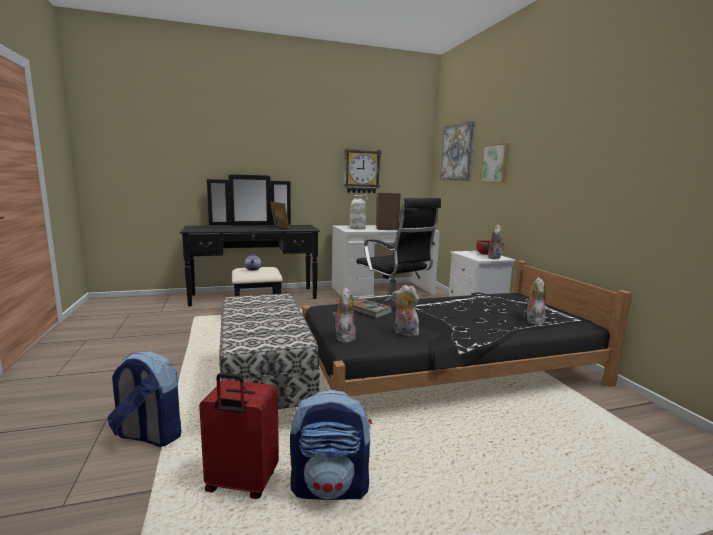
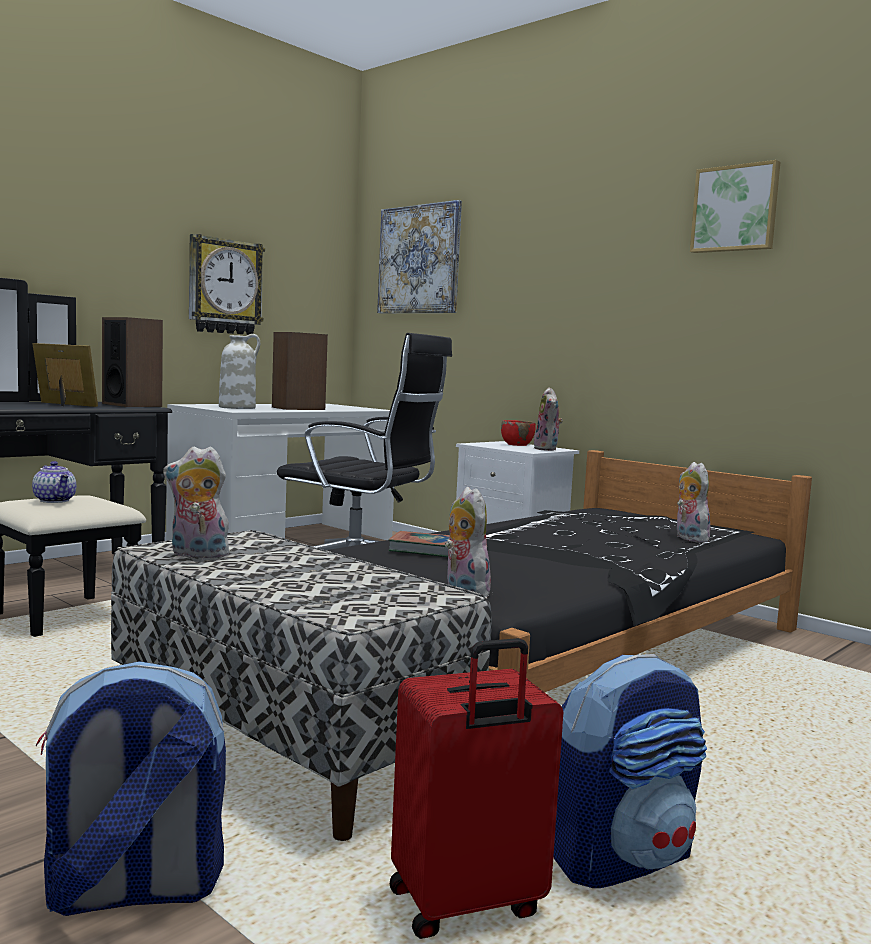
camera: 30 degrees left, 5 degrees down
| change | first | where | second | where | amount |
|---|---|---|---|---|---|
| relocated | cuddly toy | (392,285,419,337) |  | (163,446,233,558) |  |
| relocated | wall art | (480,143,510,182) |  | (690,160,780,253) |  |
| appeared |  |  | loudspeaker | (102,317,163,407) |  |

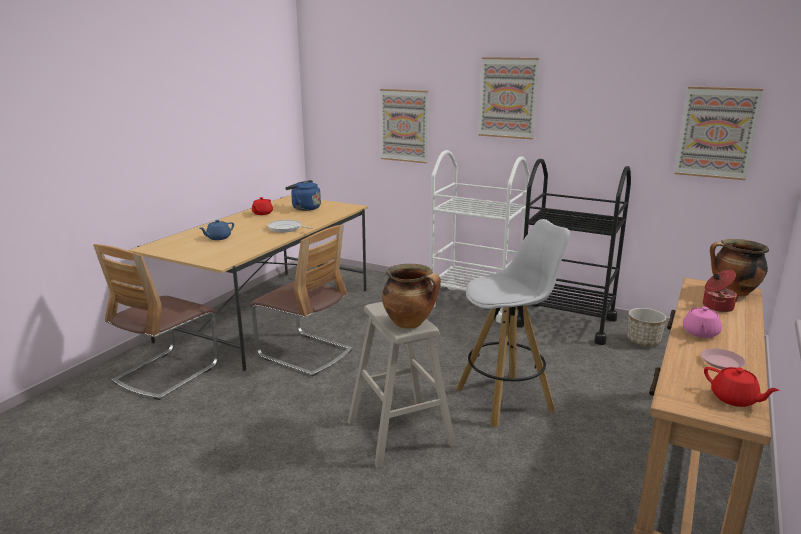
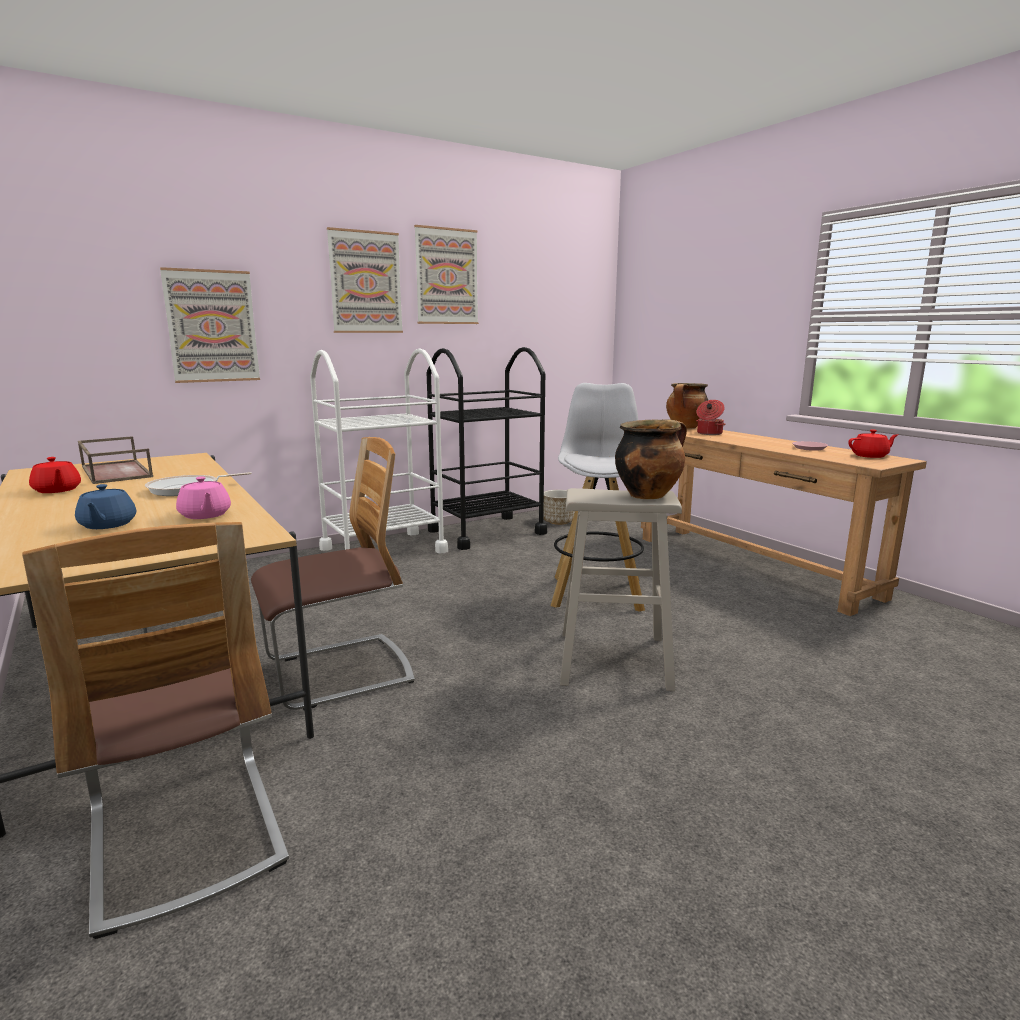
camera: 60 degrees left, 5 degrees down
| change | first | where | second | where | amount |
|---|---|---|---|---|---|
| exchanged | water kettle (blue) | (285,180,321,211) | tray (brownish) | (78,436,153,484) |  |
| relocated | wall art | (675,86,763,180) |  | (414,225,479,324) |  |
| relocated | teapot (pink) | (683,307,722,338) |  | (176,476,231,519) |  |

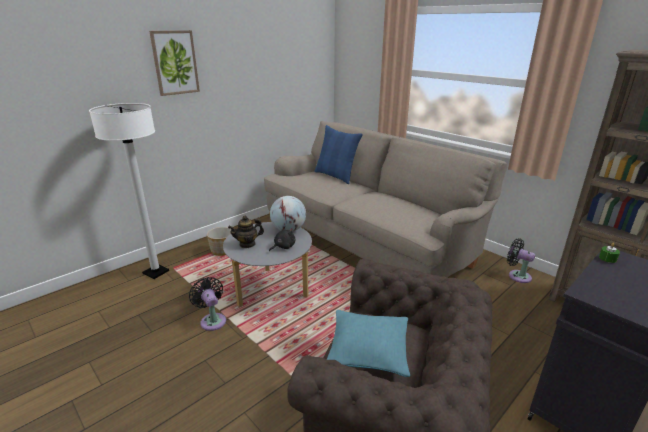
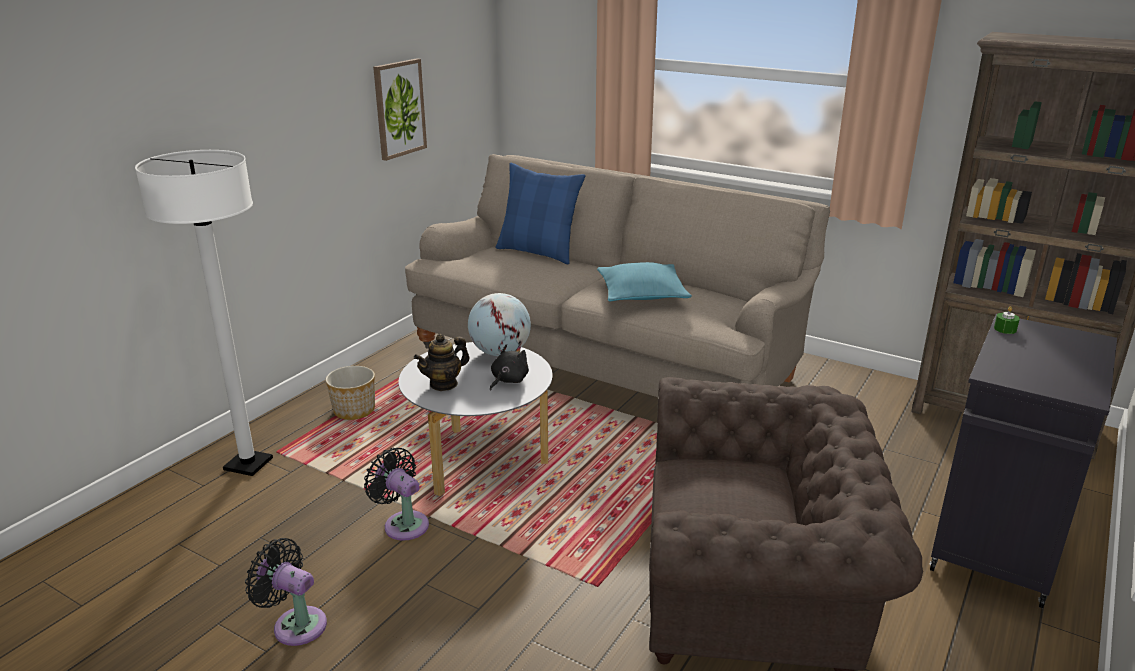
camera: 15 degrees left, 0 degrees up
| change | first | where | second | where | amount |
|---|---|---|---|---|---|
| relocated | wall art | (149,30,200,96) |  | (373,58,427,161) |  |
| relocated | pillow (turquoise-coloured) | (327,310,410,377) |  | (597,262,692,302) |  |
| relocated | cooling fan (blackish) | (507,239,535,283) |  | (245,538,327,646) |  |

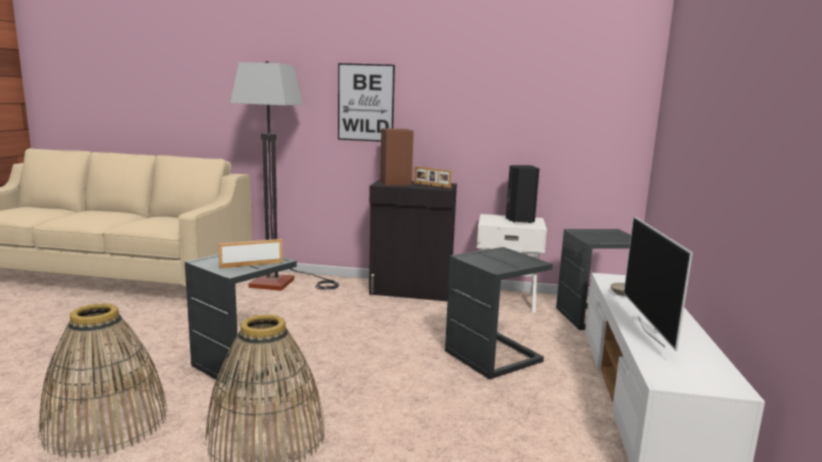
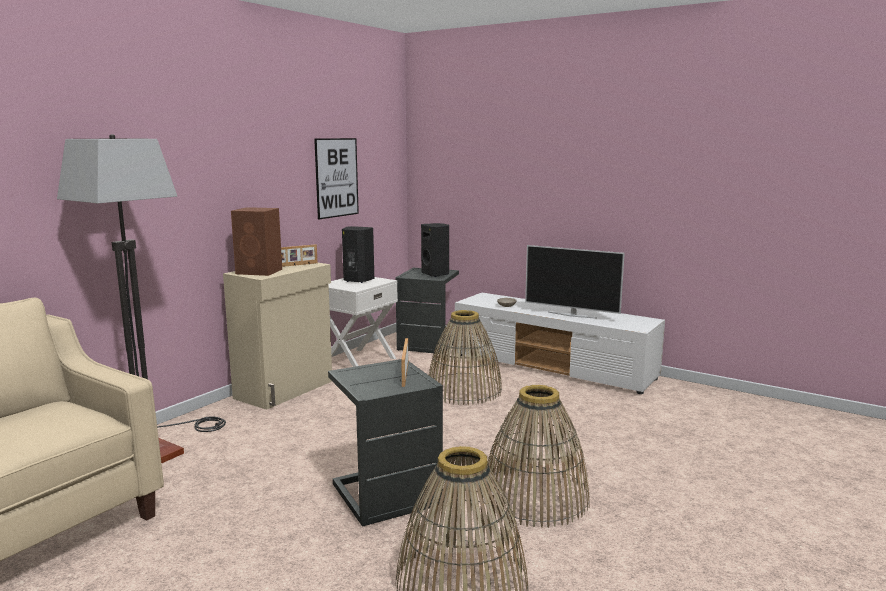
camera: 65 degrees left, 0 degrees up
| change | first | where | second | where | amount |
|---|---|---|---|---|---|
| relocated | wall art | (338,63,395,142) |  | (314,138,359,219) |  |
| colour | storage cabinet (blackish) | (369,179,457,301) | storage cabinet (beige) | (223,263,332,410) |  |
| exchanged | end table (grey) | (445,247,553,379) | household basket | (429,310,502,405) |  |
| appeared |  |  | loudspeaker (blackish) | (421,223,449,277) |  |

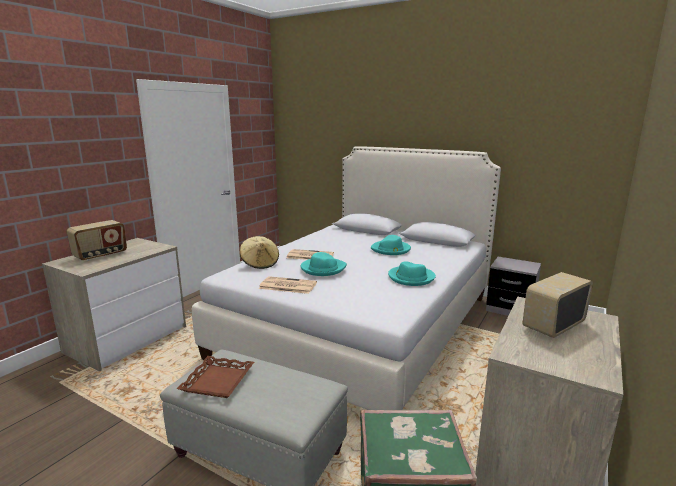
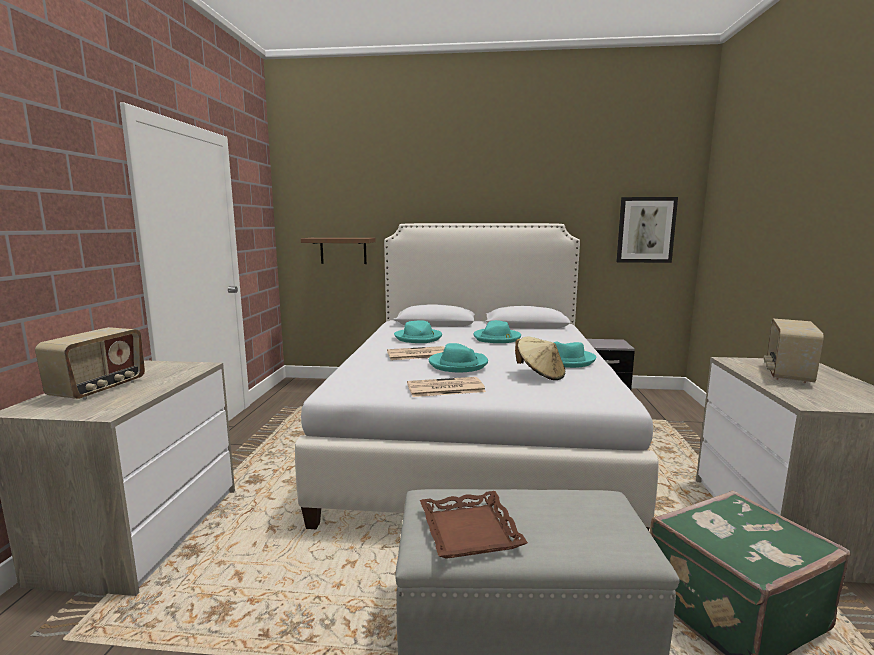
camera: 25 degrees left, 5 degrees down
| change | first | where | second | where | amount |
|---|---|---|---|---|---|
| relocated | wearable hat (beige) | (240,236,279,269) |  | (515,337,565,380) |  |
| appeared |  |  | wall shelf (brownish) | (301,238,376,264) |  |
| appeared |  |  | wearable hat (turquoise-coloured) | (394,320,442,343) |  |
| appeared |  |  | wall art | (616,197,678,263) |  |

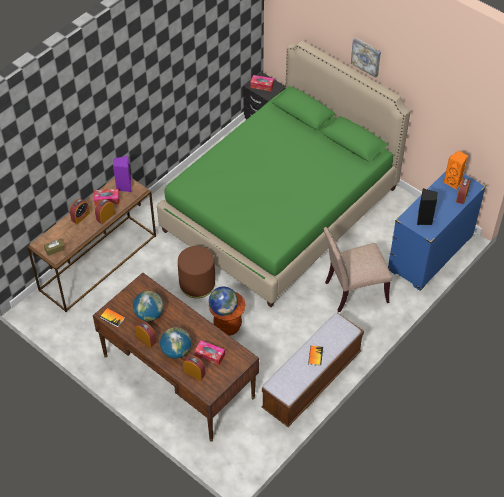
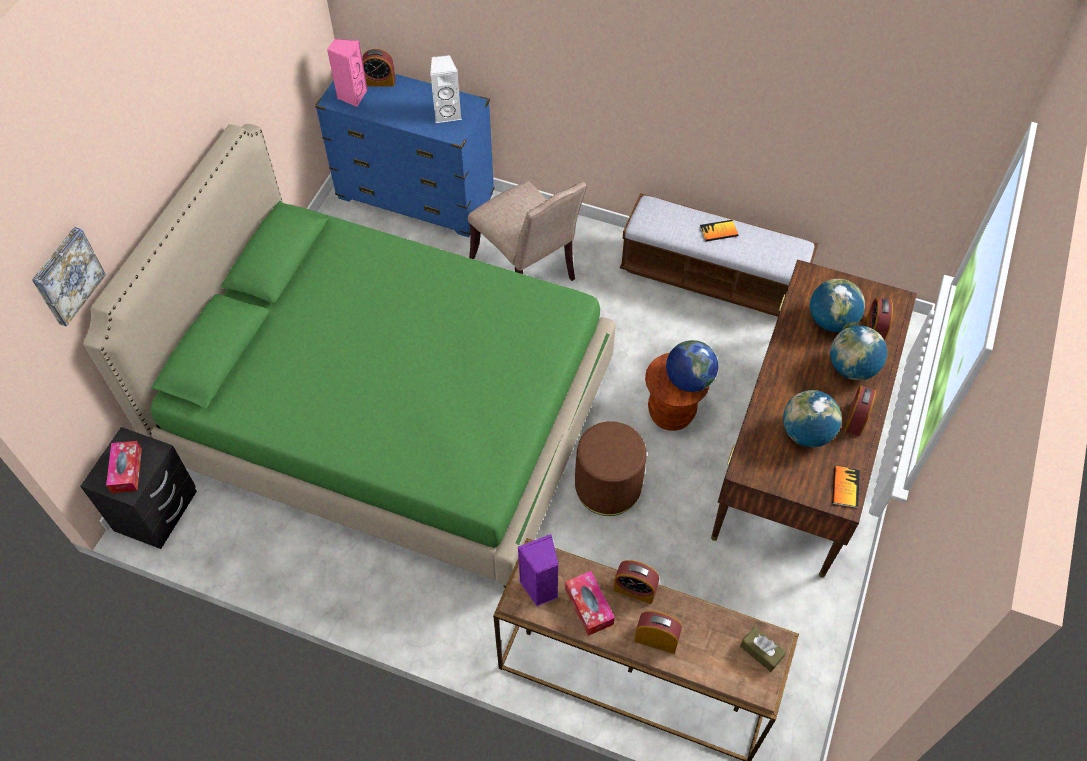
camera: 110 degrees left, 5 degrees up
| change | first | where | second | where | amount |
|---|---|---|---|---|---|
| exchanged | box of tissues | (195,340,225,365) | globe | (810,279,865,332) |  |
| relocated | wall art | (351,37,381,78) |  | (32,227,106,327) |  |
| colour | loudspeaker (blackish) | (417,189,438,225) | loudspeaker (white-coloured) | (430,55,462,123) |  |
| colour | loudspeaker (orange-coloured) | (444,151,468,190) | loudspeaker (pink) | (327,39,368,107) |  |

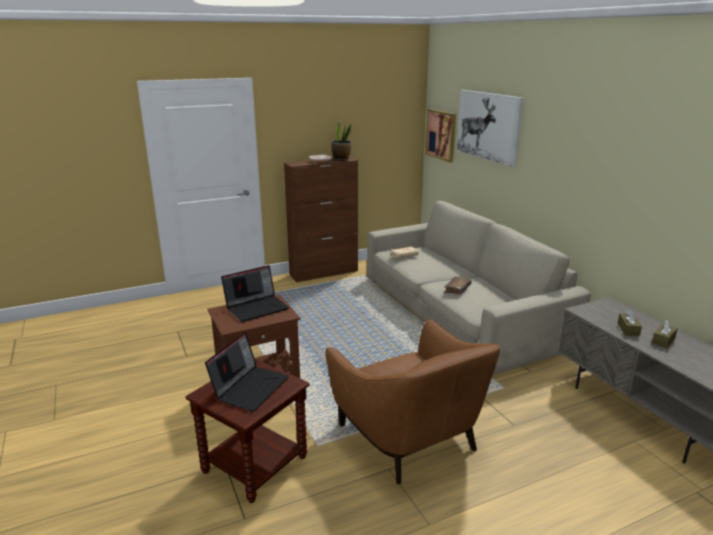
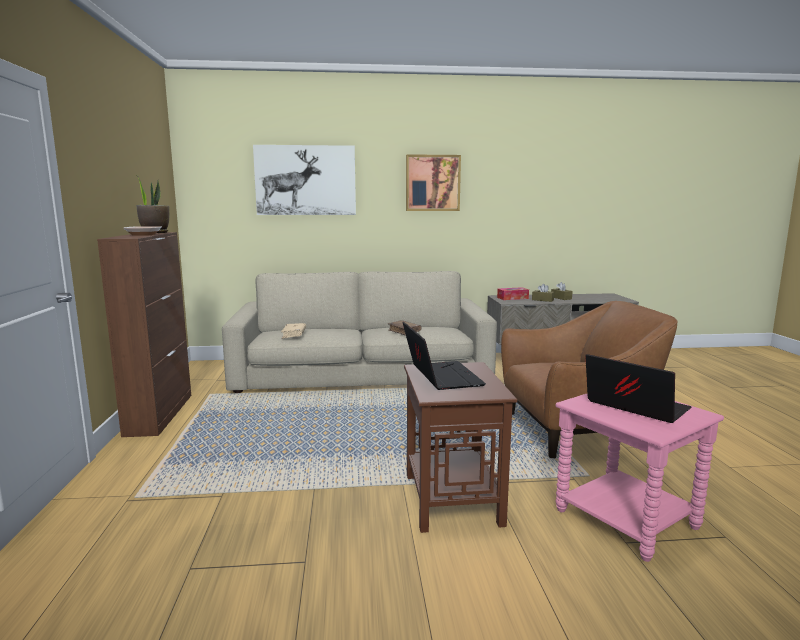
camera: 70 degrees left, 10 degrees down
| change | first | where | second | where | amount |
|---|---|---|---|---|---|
| colour | end table (brownish) | (186,359,310,503) | end table (pink) | (555,394,724,562) |  |
| relocated | wall art | (425,109,456,162) |  | (406,154,461,211) |  |
| appeared |  |  | box of tissues | (497,287,529,300) |  |

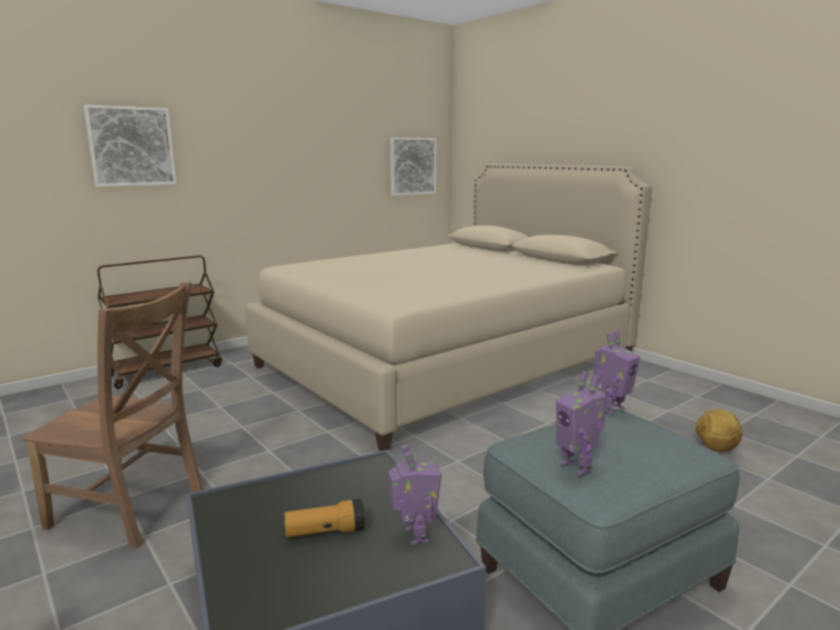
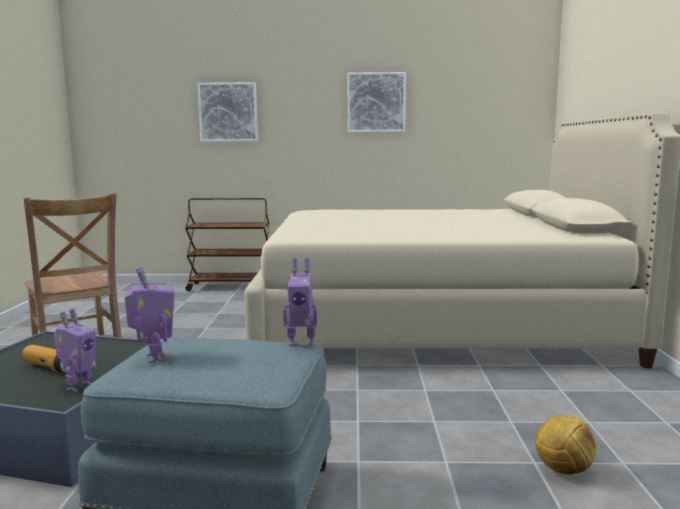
camera: 40 degrees right, 5 degrees down
| change | first | where | second | where | amount |
|---|---|---|---|---|---|
| relocated | wall art | (390,137,436,196) |  | (347,72,406,132) |  |
| spun | model robot | (556,371,607,476) |  | (124,267,175,363) | 150 degrees clockwise |

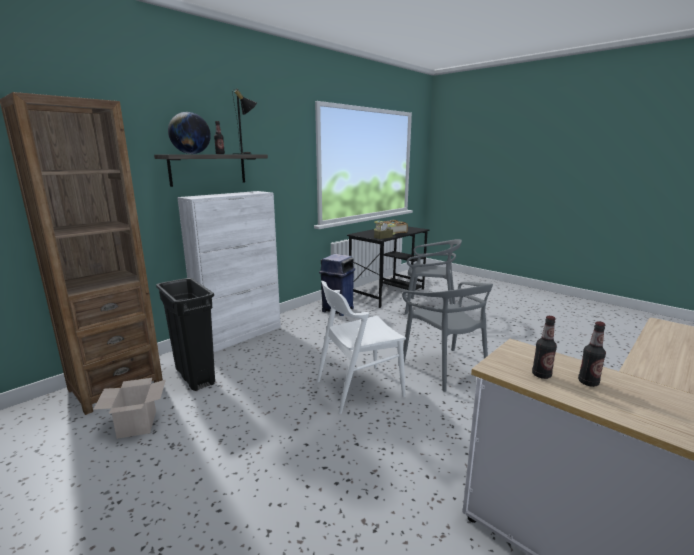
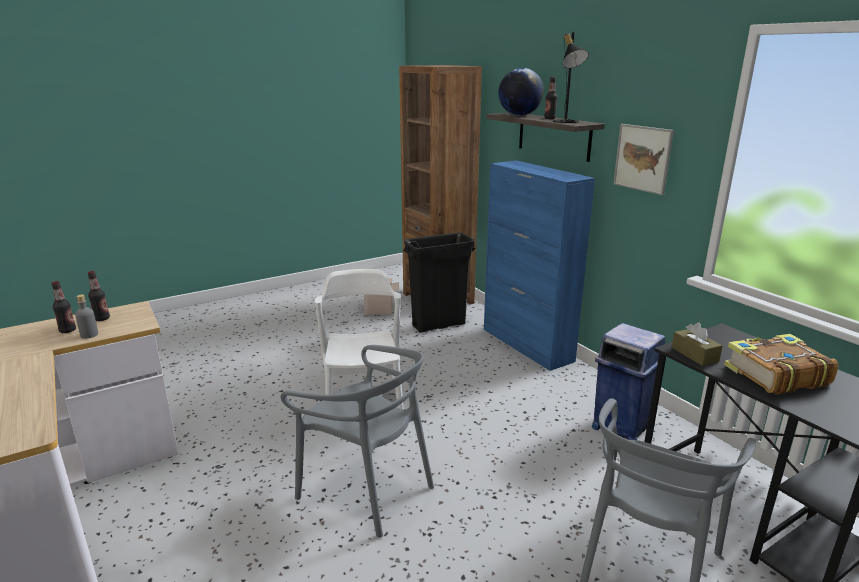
camera: 105 degrees right, 5 degrees up
| change | first | where | second | where | amount |
|---|---|---|---|---|---|
| colour | storage cabinet (white-coloured) | (177,191,281,353) | storage cabinet (blue) | (484,160,595,371) |  |
| spun | upright chair (grey) | (402,282,493,392) |  | (280,345,434,538) | 135 degrees counterclockwise |
| appeared |  |  | bottle (grey) | (75,295,98,339) |  |
| appeared |  |  | wall art | (613,124,674,195) |  |

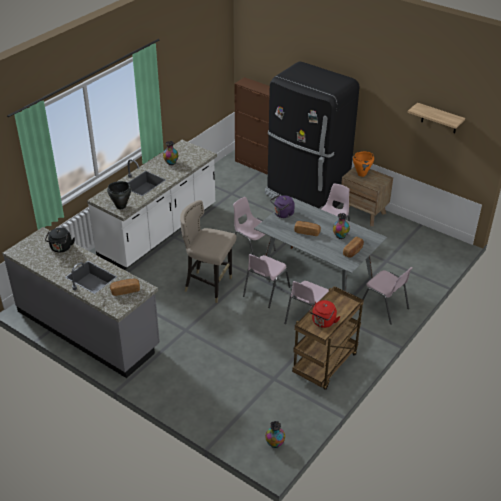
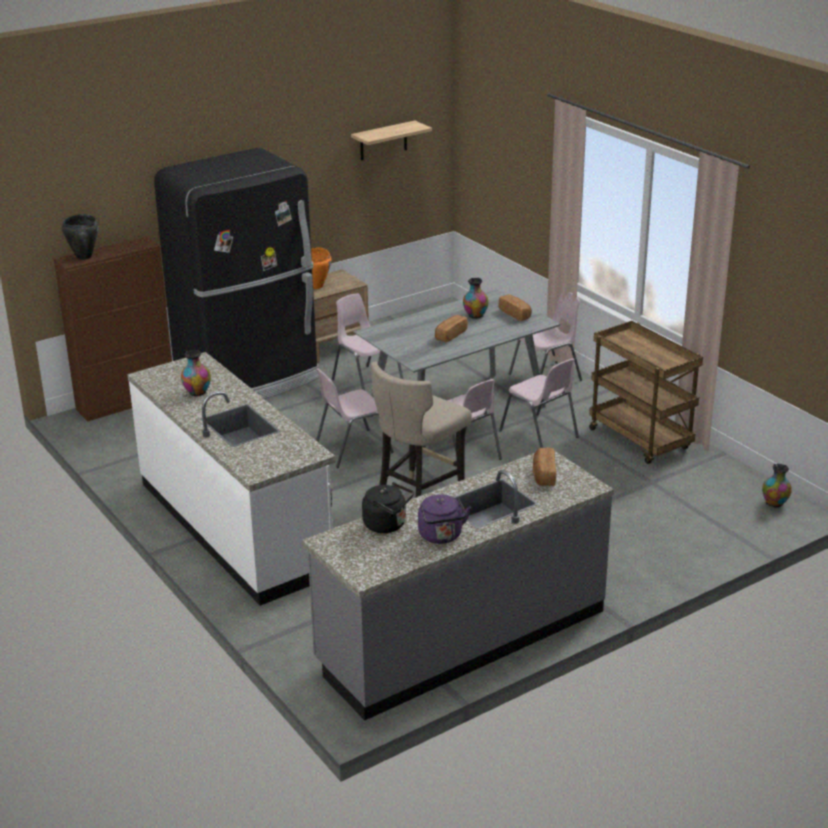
camera: 70 degrees left, 10 degrees down
| change | first | where | second | where | amount |
|---|---|---|---|---|---|
| relocated | stockpot (blackish) | (107,181,131,209) |  | (62,214,99,260) |  |
| relocated | water kettle (purple-coloured) | (270,194,295,218) |  | (418,494,471,544) |  |
| missing | water kettle (reddish) | (309,300,340,328) |  |  |  |

